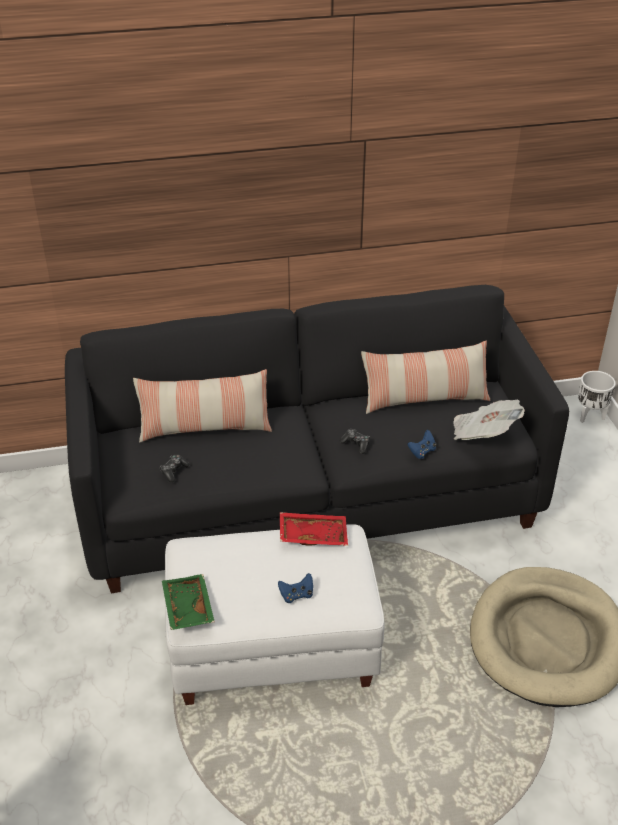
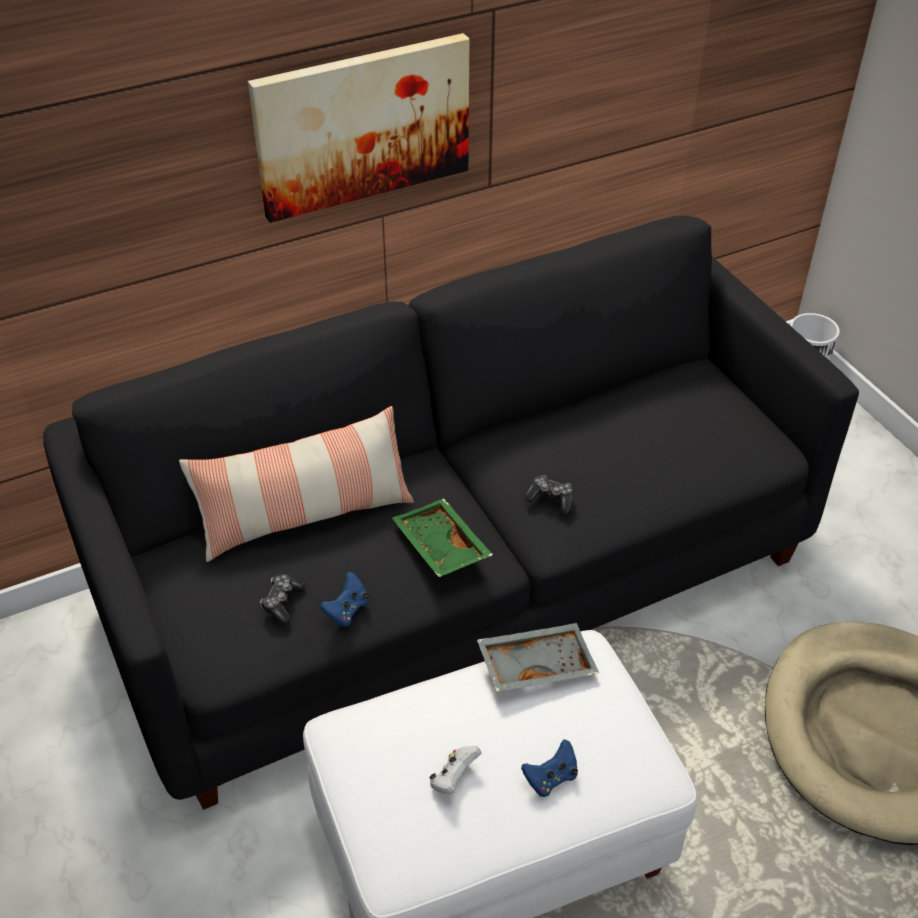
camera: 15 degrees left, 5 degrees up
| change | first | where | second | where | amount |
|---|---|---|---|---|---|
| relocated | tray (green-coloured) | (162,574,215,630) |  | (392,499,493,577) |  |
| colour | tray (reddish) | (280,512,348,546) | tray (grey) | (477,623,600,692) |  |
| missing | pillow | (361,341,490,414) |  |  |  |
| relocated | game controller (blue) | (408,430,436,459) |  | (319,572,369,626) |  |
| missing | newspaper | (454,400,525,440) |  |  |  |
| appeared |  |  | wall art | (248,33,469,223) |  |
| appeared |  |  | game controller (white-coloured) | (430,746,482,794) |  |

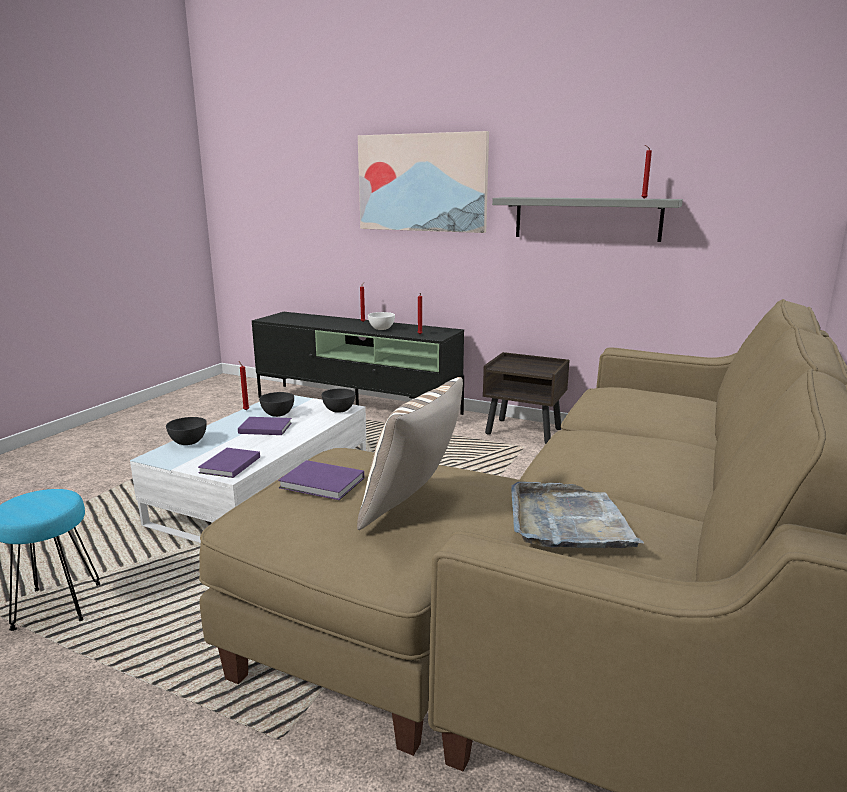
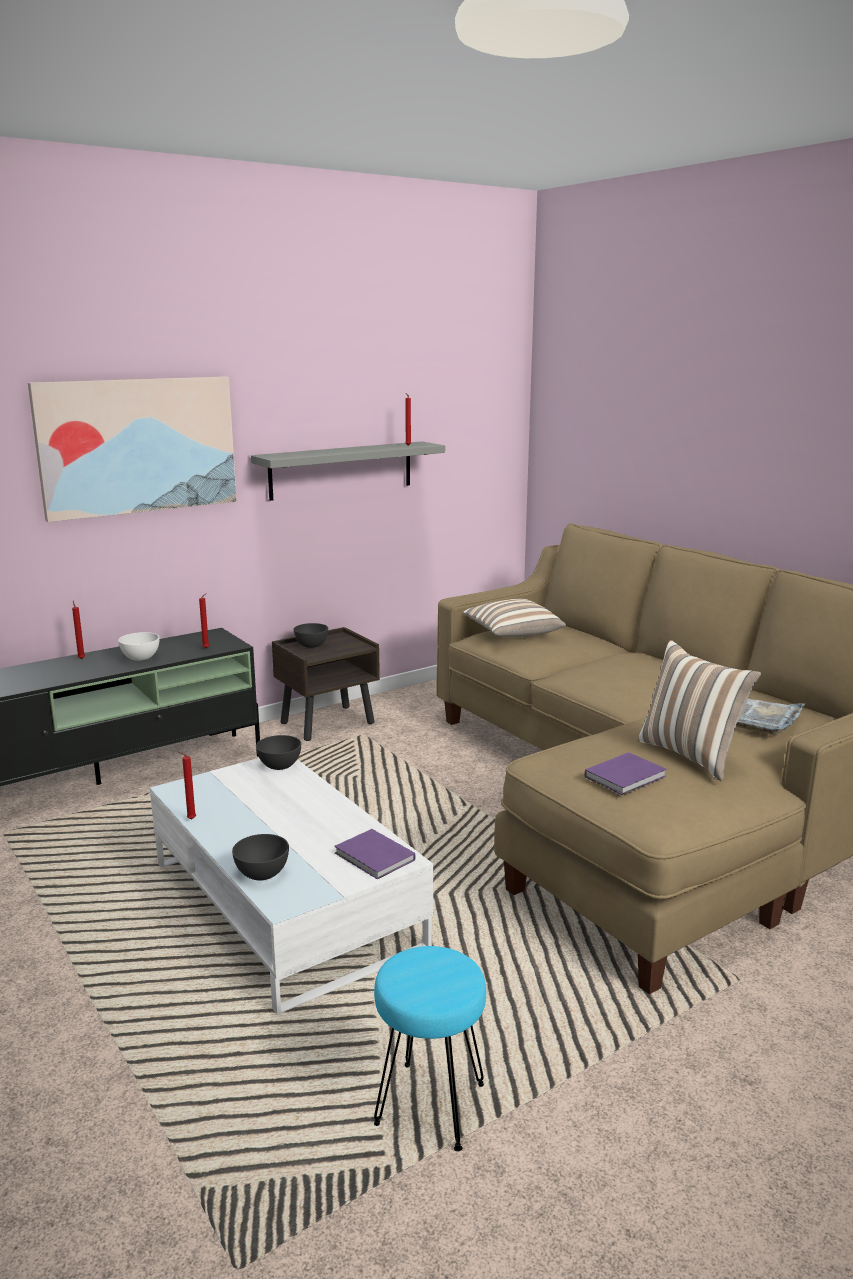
camera: 60 degrees left, 0 degrees up
| change | first | where | second | where | amount |
|---|---|---|---|---|---|
| missing | book (purple-coloured) | (238,417,292,435) |  |  |  |
| relocated | bowl (grey) | (259,392,294,417) |  | (294,623,328,648) |  |
| appeared |  |  | pillow | (463,599,566,637) |  |

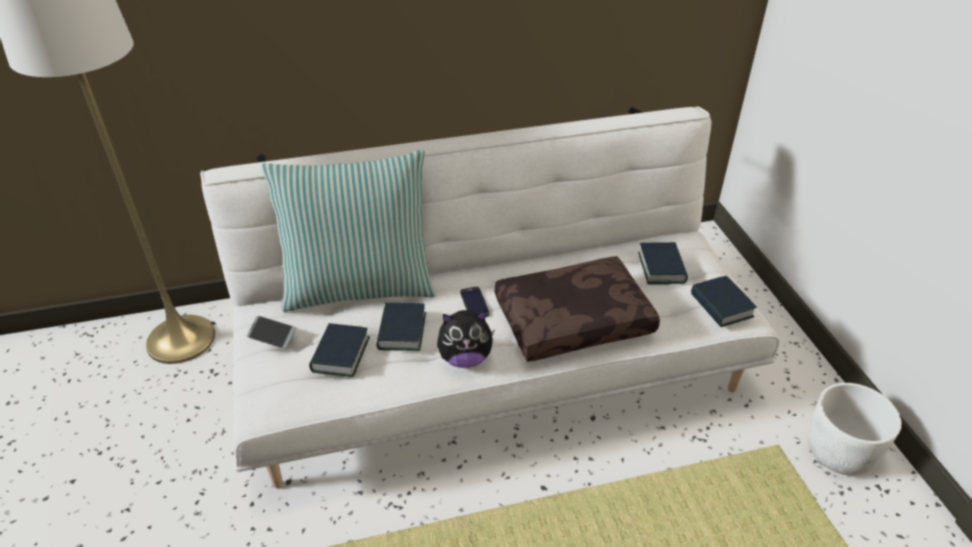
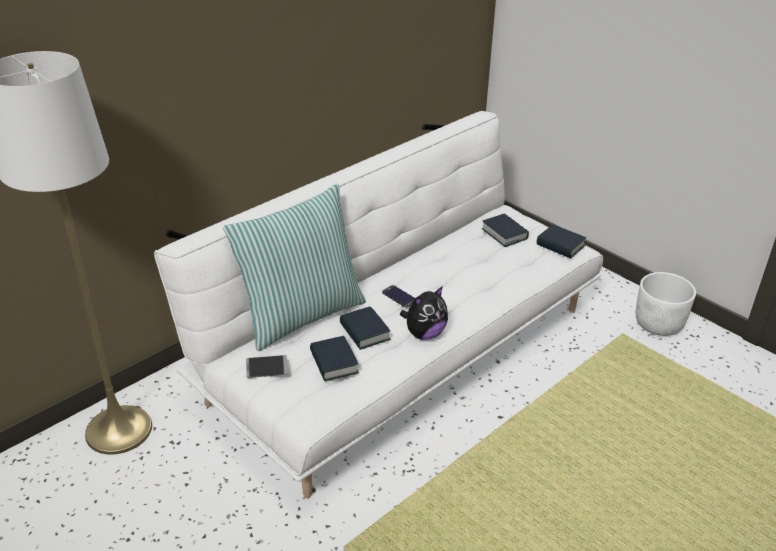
camera: 30 degrees left, 5 degrees down
| change | first | where | second | where | amount |
|---|---|---|---|---|---|
| missing | pillow (brownish) | (494,256,660,362) |  |  |  |

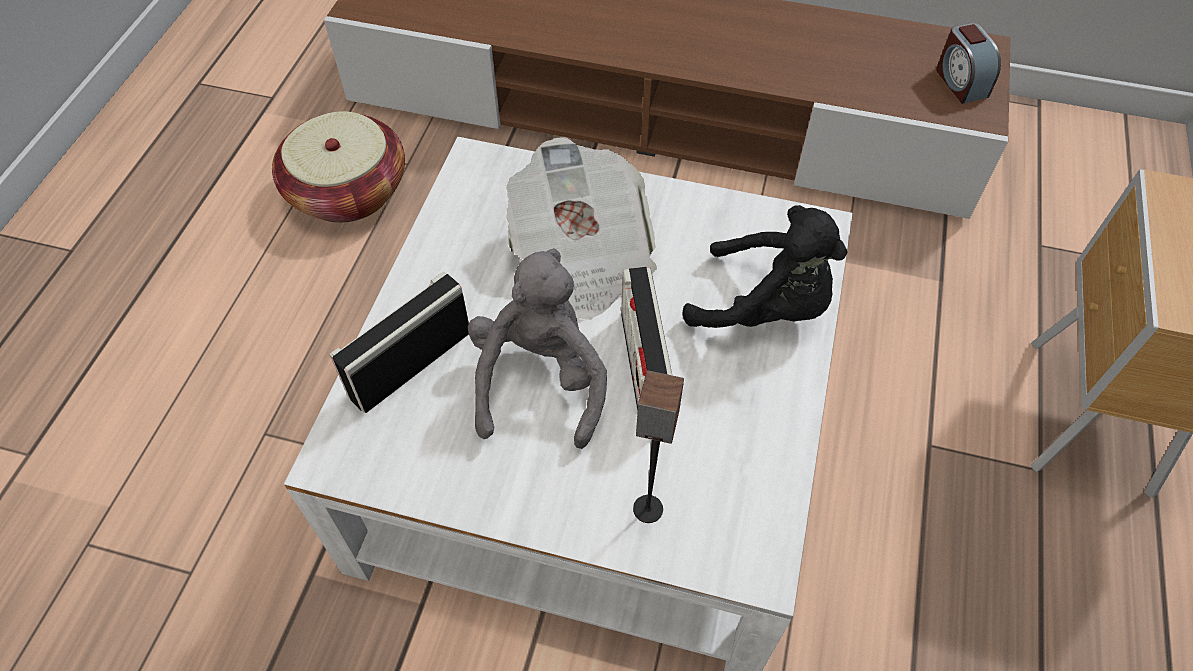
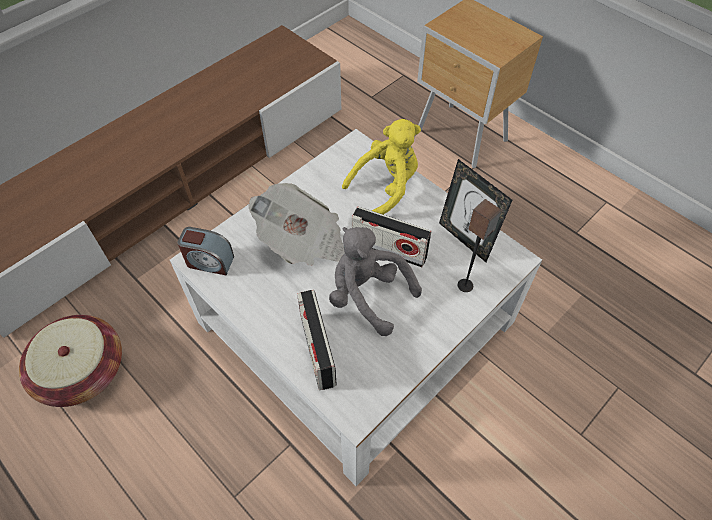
camera: 60 degrees left, 0 degrees up
| change | first | where | second | where | amount |
|---|---|---|---|---|---|
| colour | cuddly toy (blackish) | (683,205,847,328) | cuddly toy (yellow) | (342,119,421,215) |  |
| relocated | table clock | (936,23,1001,104) |  | (177,227,234,275) |  |
| appeared |  |  | standing frame | (439,159,512,262) |  |

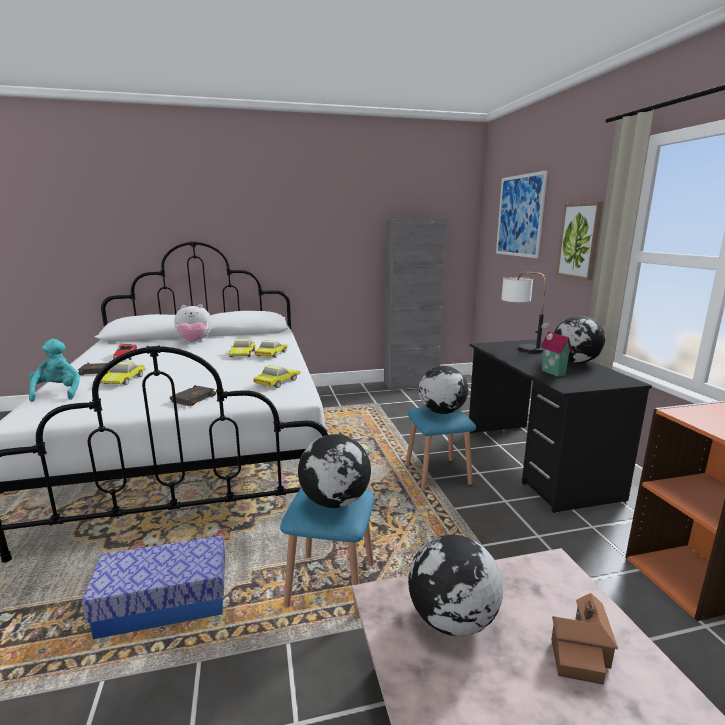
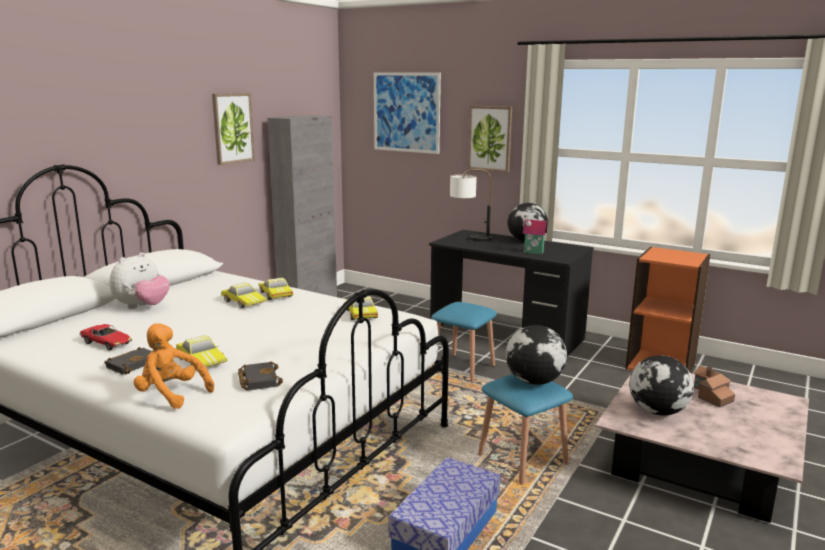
camera: 45 degrees left, 0 degrees up
| change | first | where | second | where | amount |
|---|---|---|---|---|---|
| colour | cuddly toy (turquoise-coloured) | (29,339,80,402) | cuddly toy (orange-coloured) | (134,323,214,409) |  |
| relocated | book (blackish) | (169,385,217,406) |  | (238,361,283,391) |  |
| missing | globe | (418,366,468,414) |  |  |  |
| appeared |  |  | wall art | (212,93,255,165) |  |

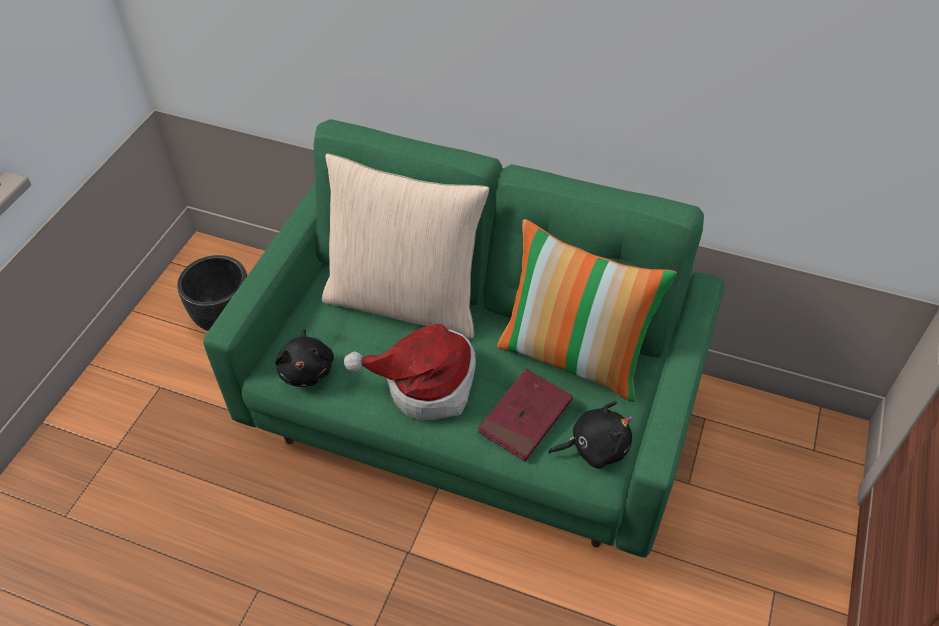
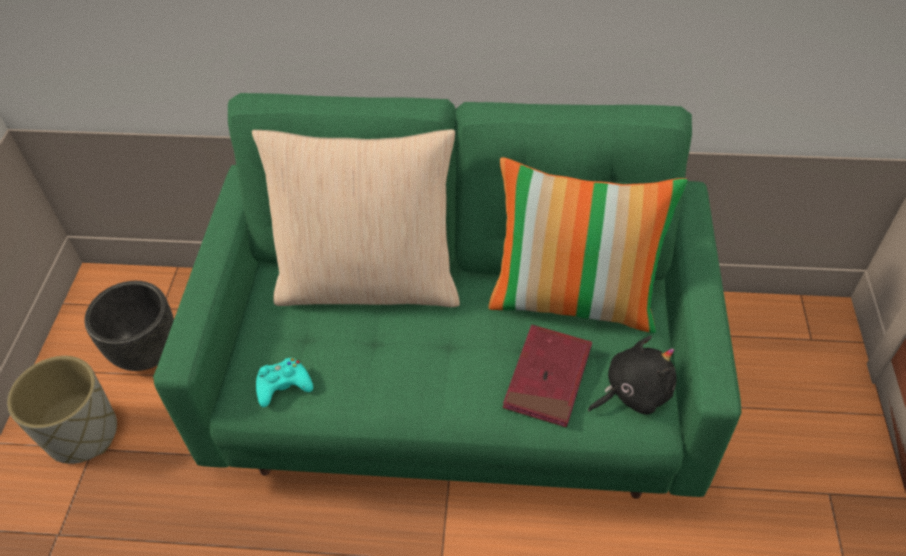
camera: 15 degrees left, 0 degrees up
| change | first | where | second | where | amount |
|---|---|---|---|---|---|
| exchanged | cuddly toy (blackish) | (275,329,334,387) | game controller (turquoise-coloured) | (256,358,313,407) |  |
| missing | wearable hat | (344,324,476,421) |  |  |  |
| appeared |  |  | flower pot (grey) | (7,356,117,464) |  |

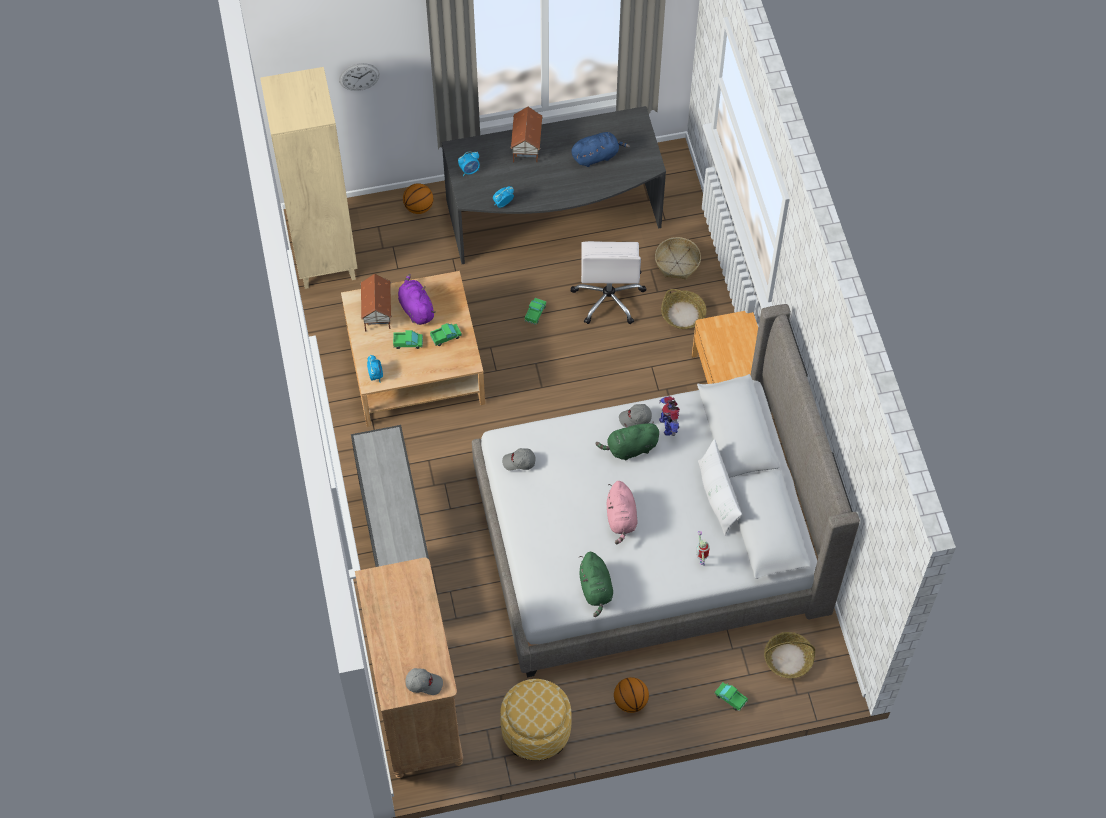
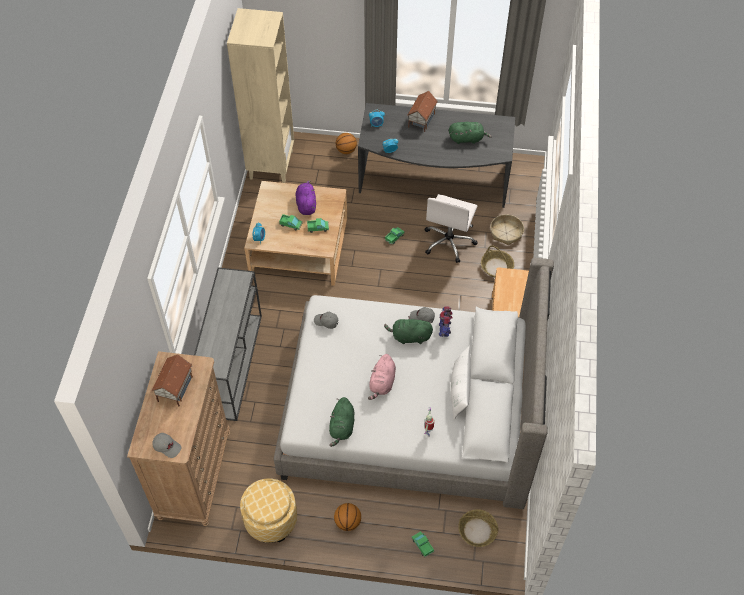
camera: 20 degrees right, 5 degrees down
| change | first | where | second | where | amount |
|---|---|---|---|---|---|
| missing | hanging clock | (339,63,380,91) |  |  |  |
| relocated | model house | (360,274,392,331) |  | (152,354,193,406) |  |
| colour | cuddly toy (blue) | (571,132,630,167) | cuddly toy (green-coloured) | (449,122,492,144) |  |

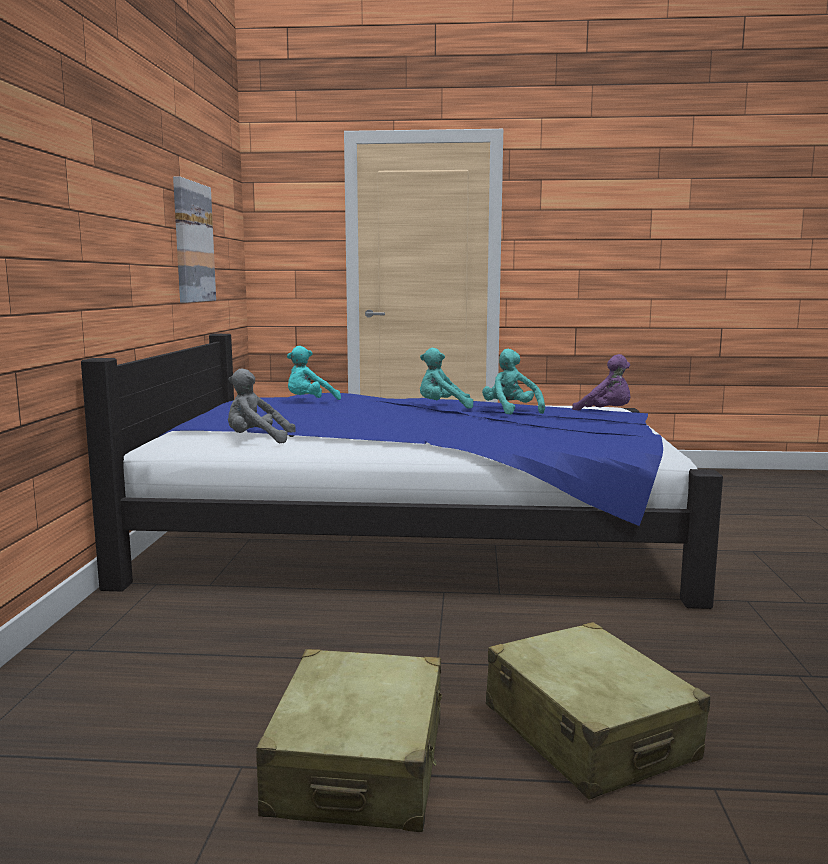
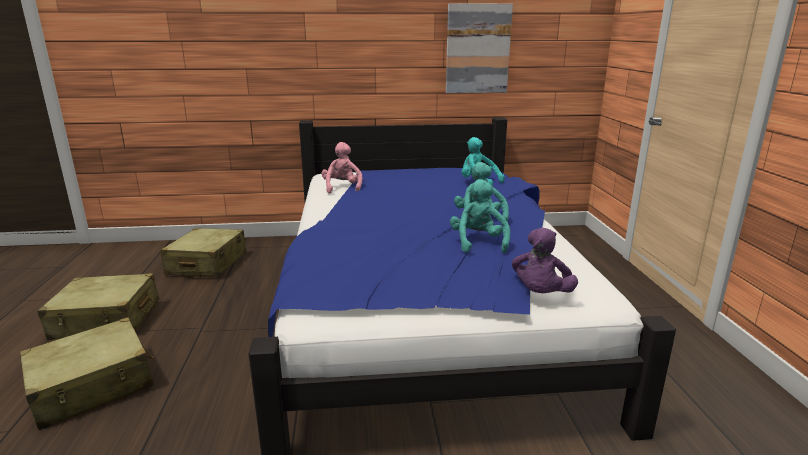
camera: 80 degrees right, 10 degrees up
| change | first | where | second | where | amount |
|---|---|---|---|---|---|
| colour | cuddly toy (grey) | (228,368,296,443) | cuddly toy (pink) | (321,142,362,194) |  |
| spun | cuddly toy (turquoise-coloured) | (482,349,545,415) |  | (450,179,510,253) | 60 degrees counterclockwise |
| appeared |  |  | suitcase (beige) | (160,228,246,277) |  |

